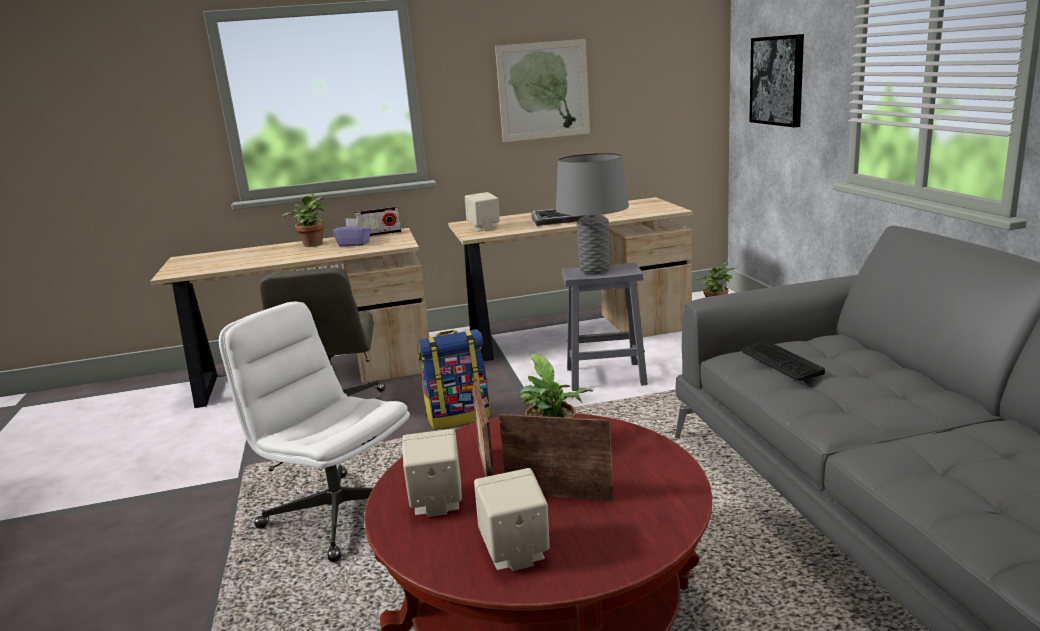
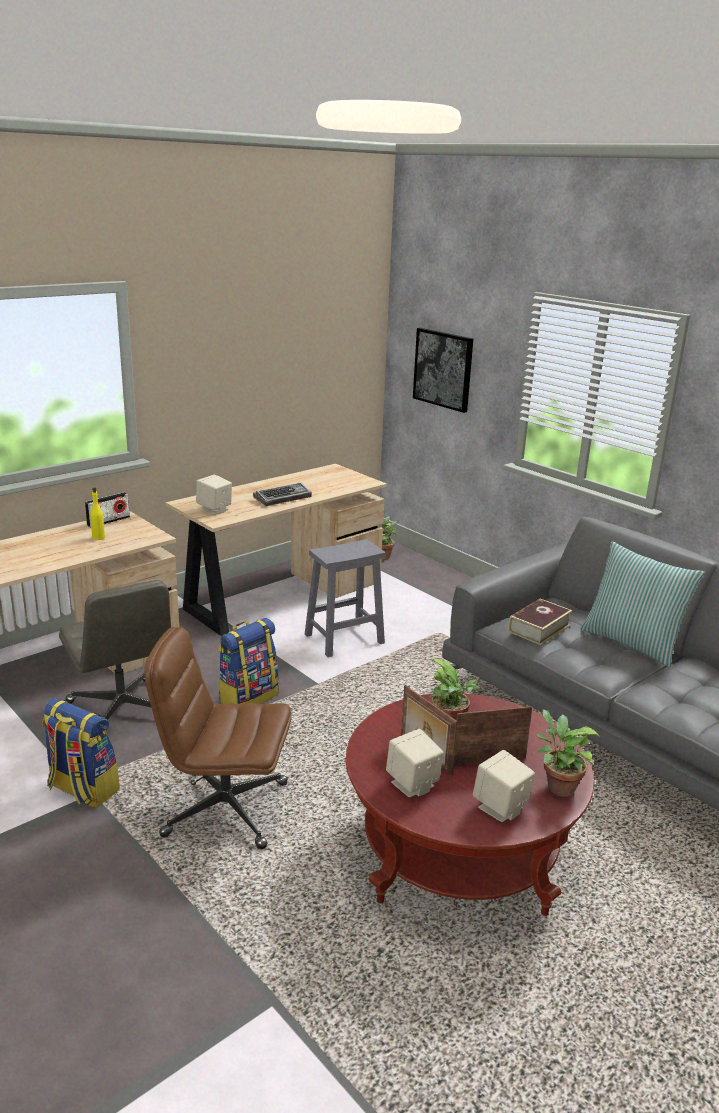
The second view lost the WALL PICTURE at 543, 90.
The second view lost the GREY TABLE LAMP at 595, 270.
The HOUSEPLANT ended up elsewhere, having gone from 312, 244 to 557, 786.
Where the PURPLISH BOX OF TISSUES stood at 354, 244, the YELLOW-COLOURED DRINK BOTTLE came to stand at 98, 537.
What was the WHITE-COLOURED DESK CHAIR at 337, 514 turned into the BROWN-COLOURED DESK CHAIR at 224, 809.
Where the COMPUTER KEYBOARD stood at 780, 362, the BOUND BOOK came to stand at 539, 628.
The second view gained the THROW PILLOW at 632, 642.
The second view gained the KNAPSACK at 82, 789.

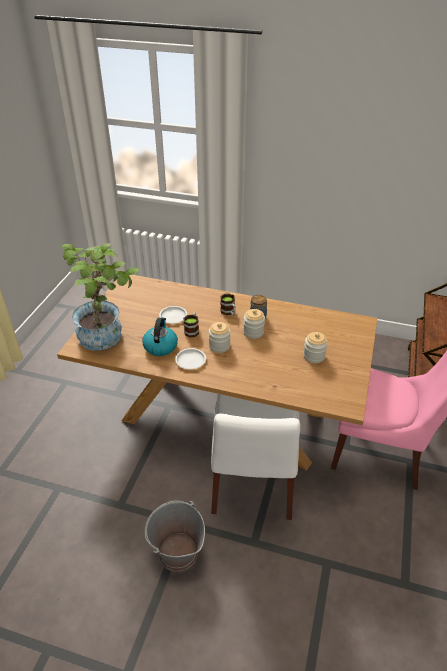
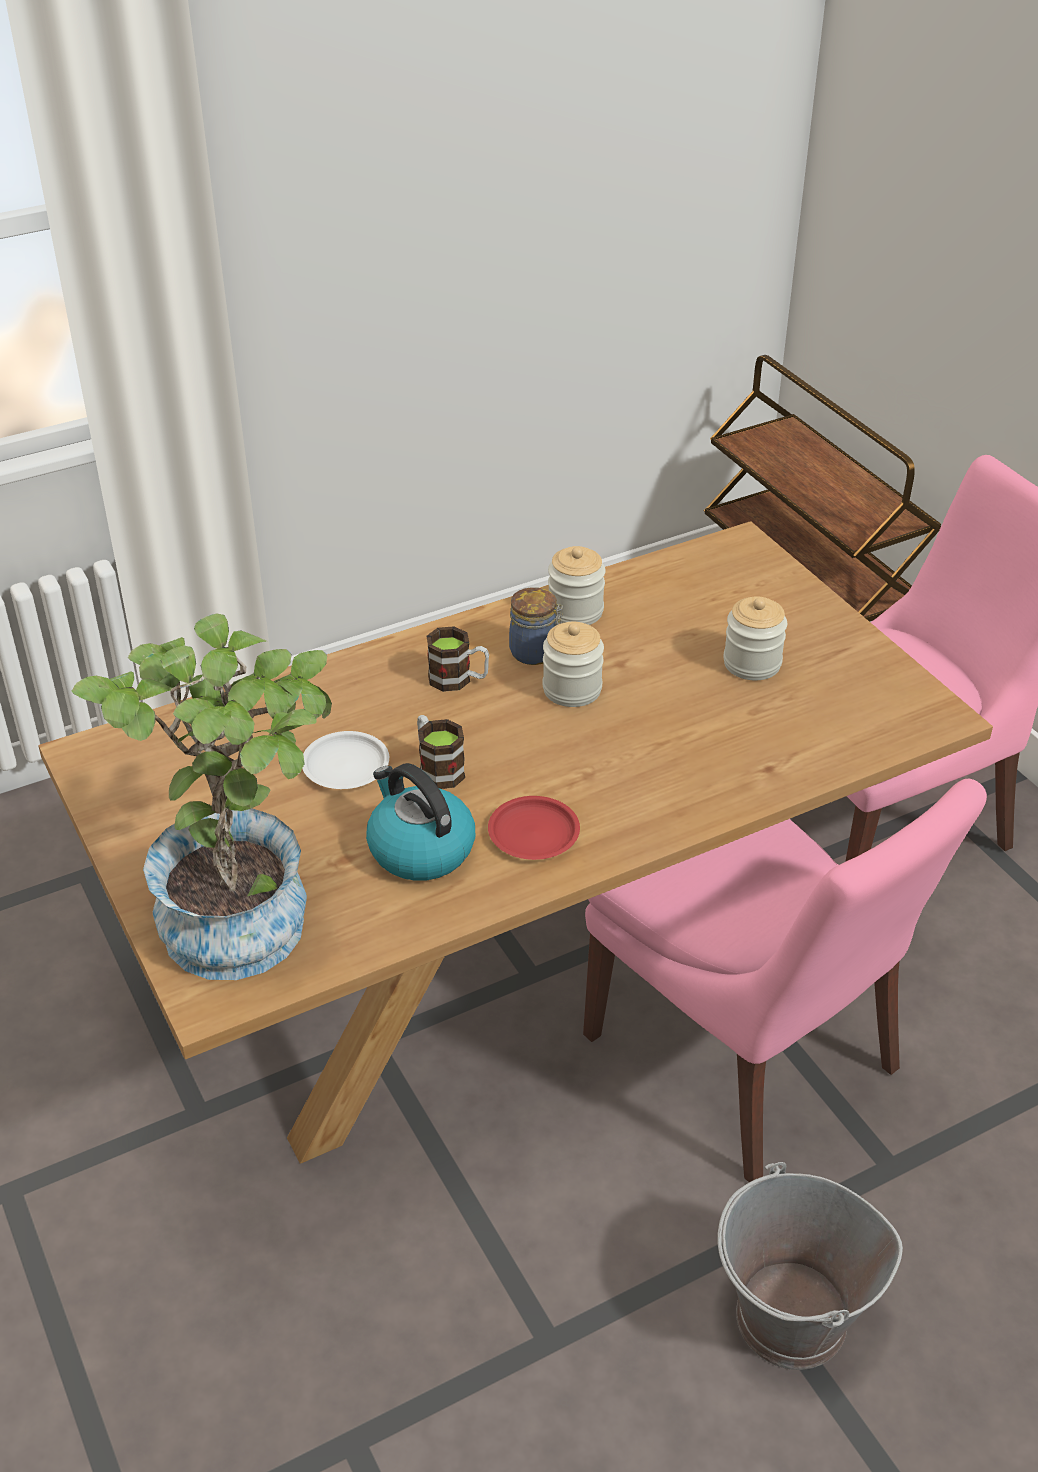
The PRESERVE JAR ended up elsewhere, having gone from 219, 346 to 575, 611.
What was the WHITE-COLOURED FLAT DISH at 191, 360 turned into the RED-COLOURED FLAT DISH at 534, 833.
What was the WHITE-COLOURED PLAIN CHAIR at 252, 483 turned into the PINK PLAIN CHAIR at 748, 1060.

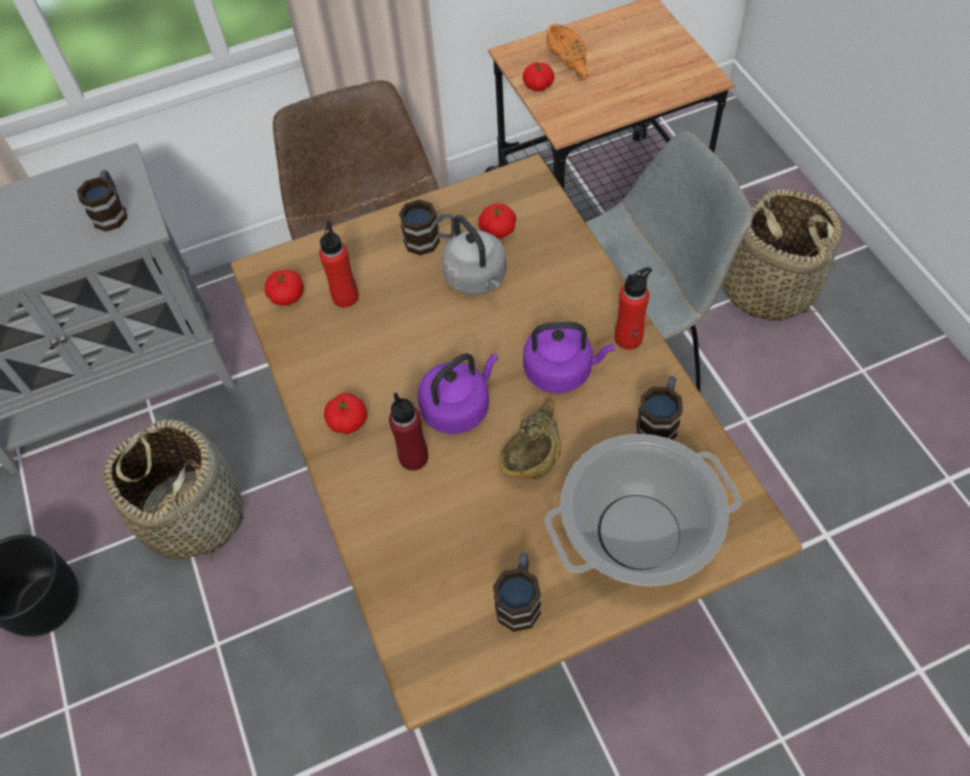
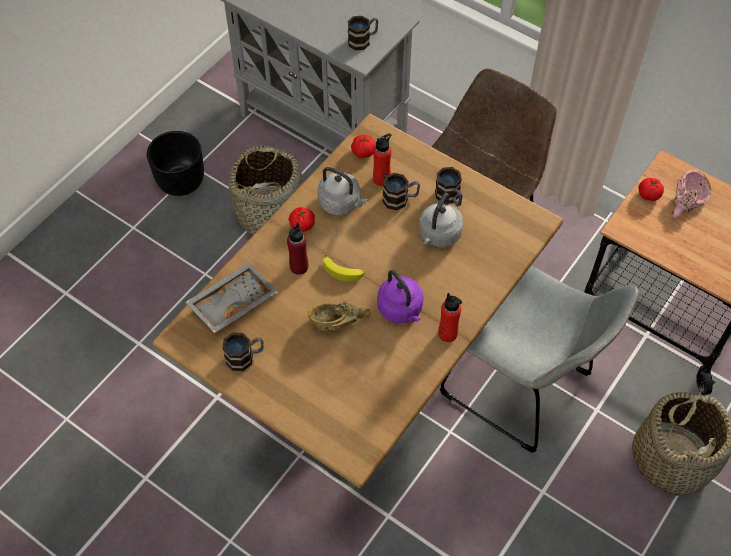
What was the ORANGEY DEEP DISH at 572, 63 turned into the PINK DEEP DISH at 687, 203.
The second view lost the TOMATO at 498, 230.
Where the PURPLISH KETTLE stood at 458, 407, the BANANA came to stand at 343, 271.
The MUG ended up elsewhere, having gone from 659, 420 to 400, 199.
The second view lost the SAUCEPOT at 637, 534.
The second view gained the GREY KETTLE at 341, 203.
The second view gained the GREY CARRYING TRAY at 232, 302.

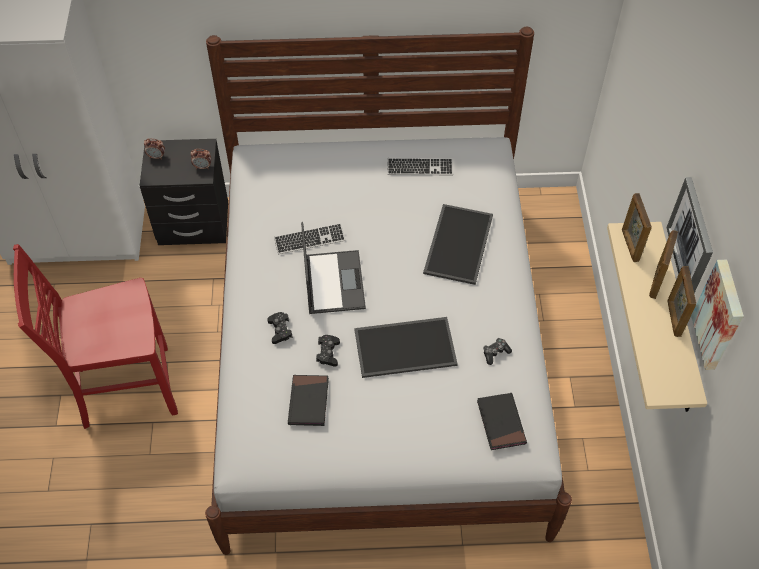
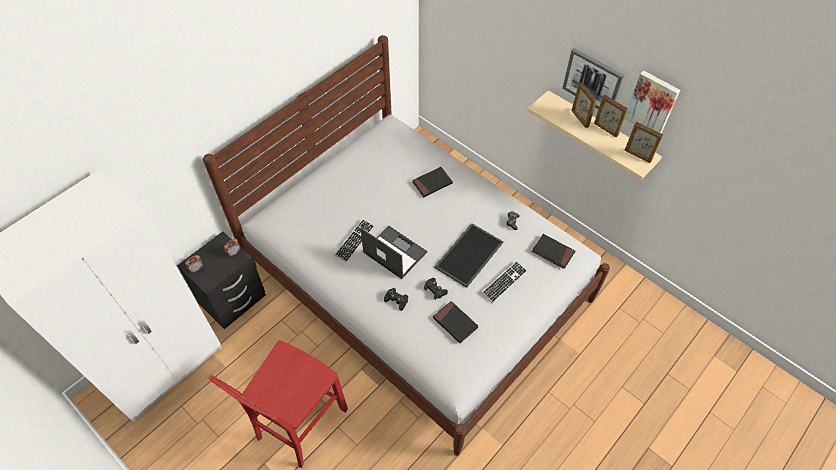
The COMPUTER KEYBOARD ended up elsewhere, having gone from 420, 168 to 504, 282.
The PICTURE FRAME ended up elsewhere, having gone from 629, 245 to 637, 156.
Where the CARRYING TRAY stood at 457, 243, the BLACKISH BOUND BOOK came to stand at 432, 183.

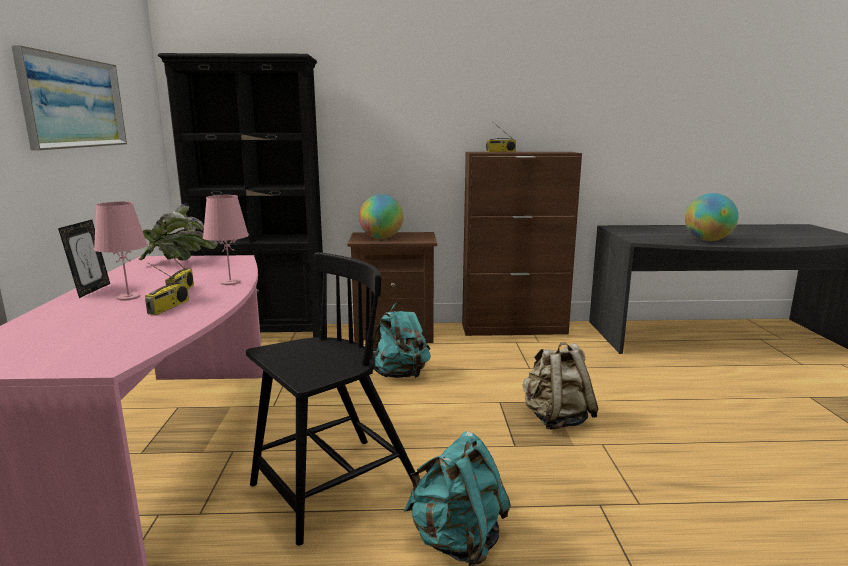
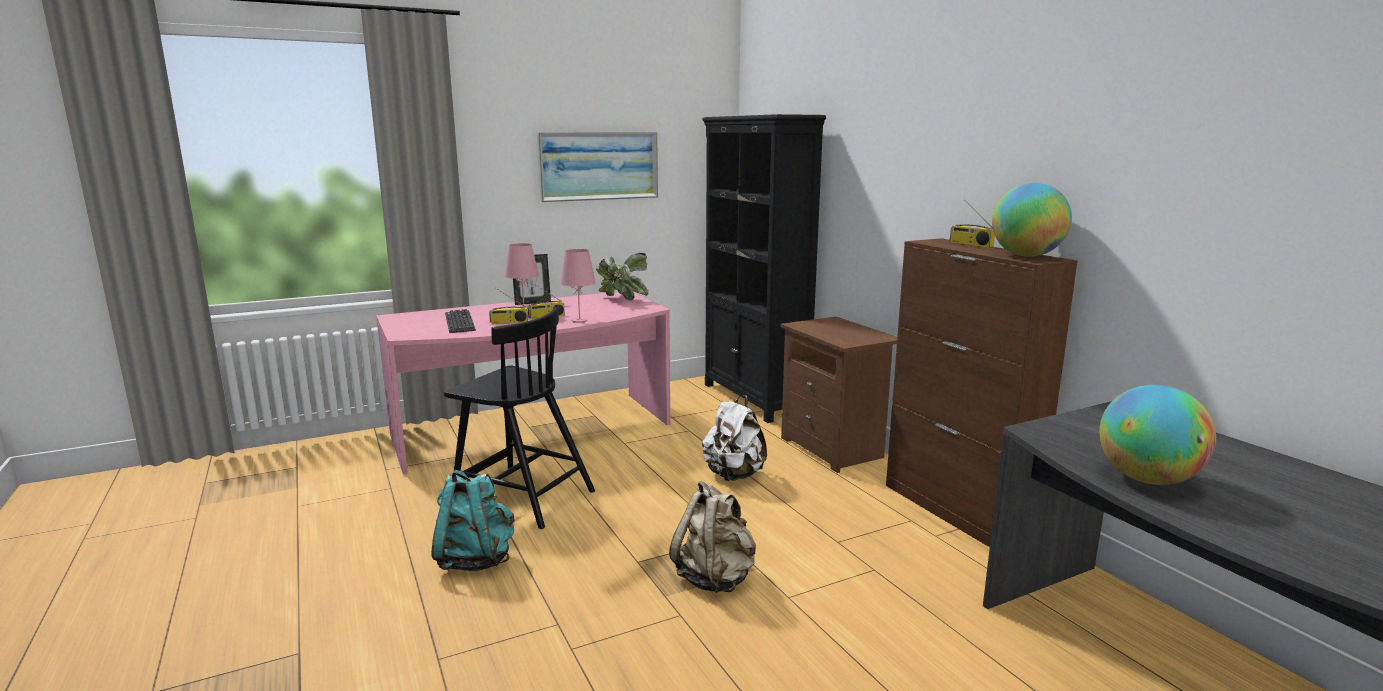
The GLOBE ended up elsewhere, having gone from 381, 238 to 1026, 256.
What was the TURQUOISE KNAPSACK at 400, 375 turned into the WHITE-COLOURED KNAPSACK at 734, 475.
The second view gained the COMPUTER KEYBOARD at 459, 322.

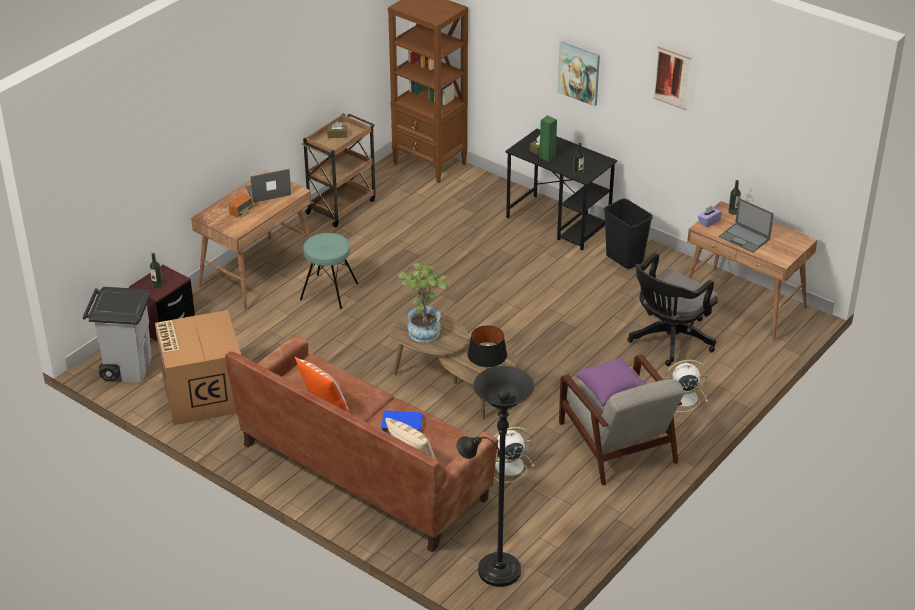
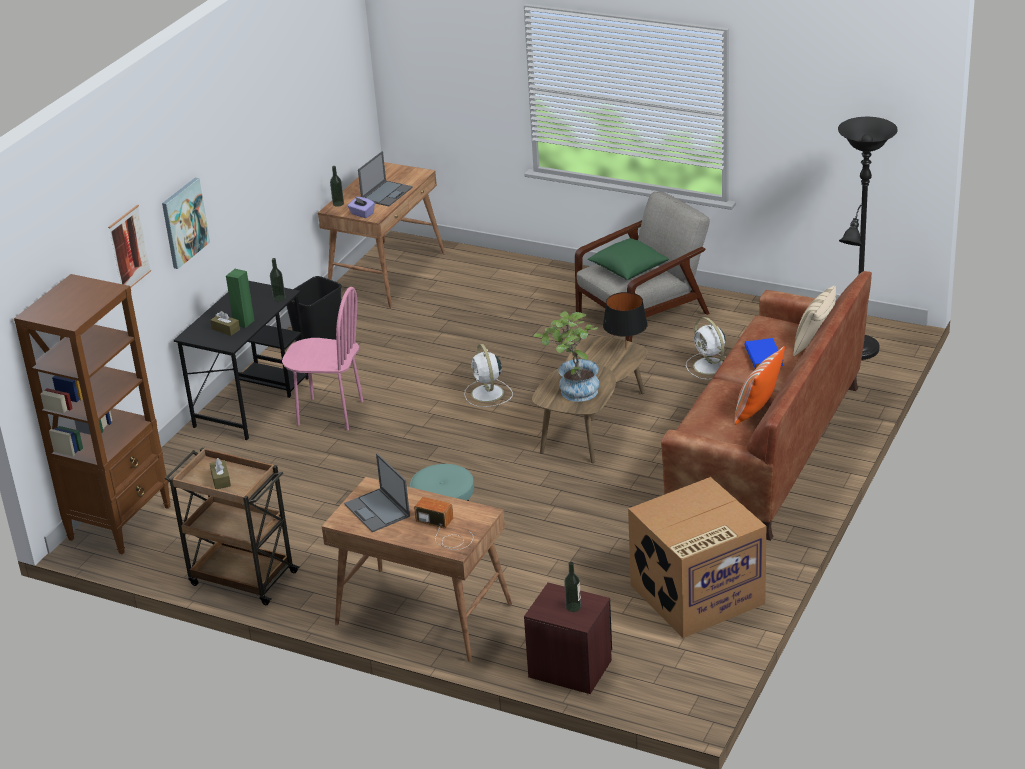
The WALL PICTURE ended up elsewhere, having gone from 672, 78 to 129, 249.
The second view lost the BLACKISH DESK CHAIR at 668, 341.
The second view lost the GREY WASTE BIN at 127, 367.
What was the PURPLISH THROW PILLOW at 611, 390 turned into the GREEN THROW PILLOW at 628, 270.
The WHITE-COLOURED COOLING FAN ended up elsewhere, having gone from 682, 398 to 488, 394.
The second view gained the PINK PLAIN CHAIR at 330, 413.

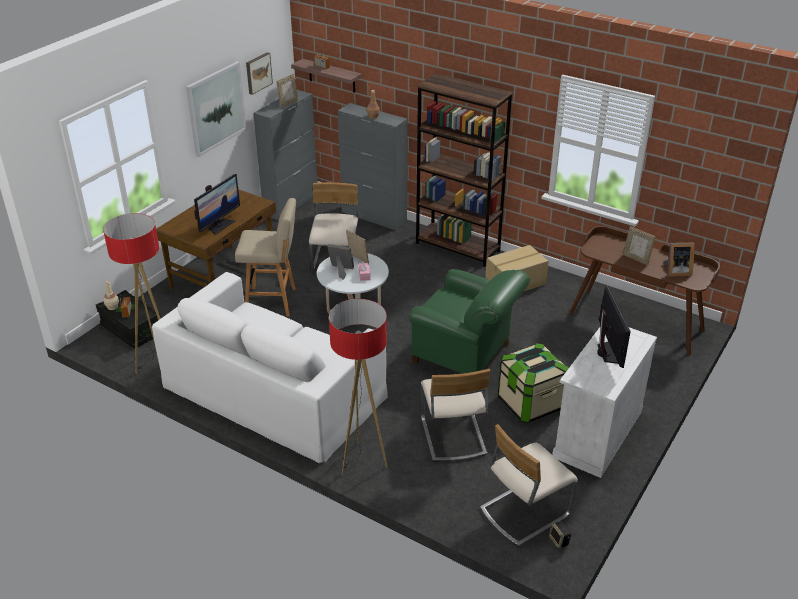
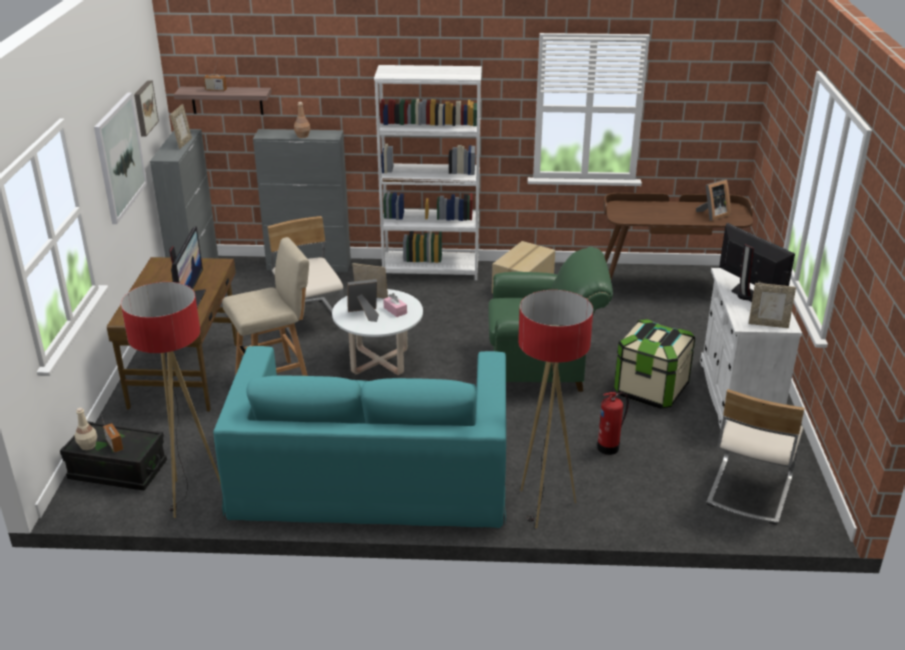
What was the BROWN-COLOURED SHELVING UNIT at 458, 247 turned into the WHITE-COLOURED SHELVING UNIT at 431, 270.
The PICTURE FRAME ended up elsewhere, having gone from 636, 259 to 768, 324.
What was the WHITE-COLOURED COUCH at 273, 391 turned into the TURQUOISE COUCH at 371, 473.
Where the SAND-COLOURED PLAIN CHAIR stood at 452, 436, the FIRE EXTINGUISHER came to stand at 609, 447.
The second view lost the LOUDSPEAKER at 559, 541.

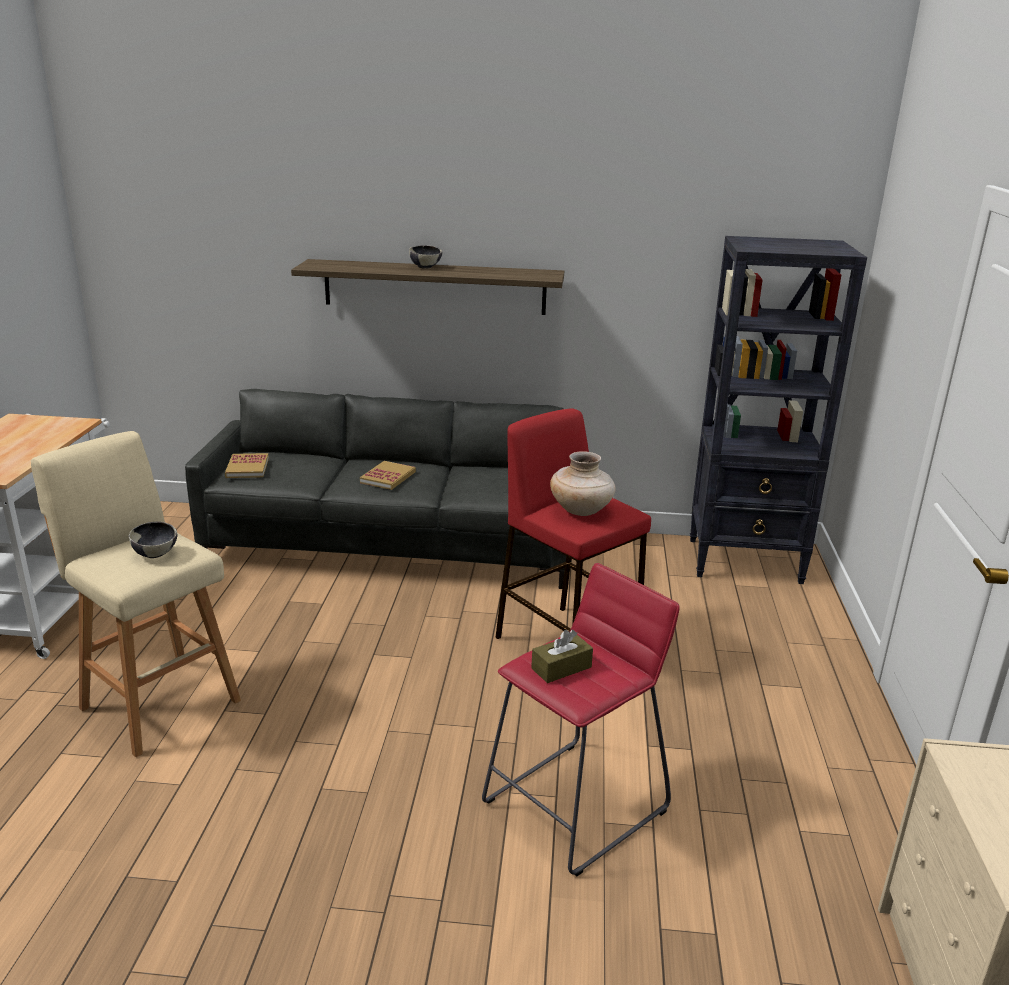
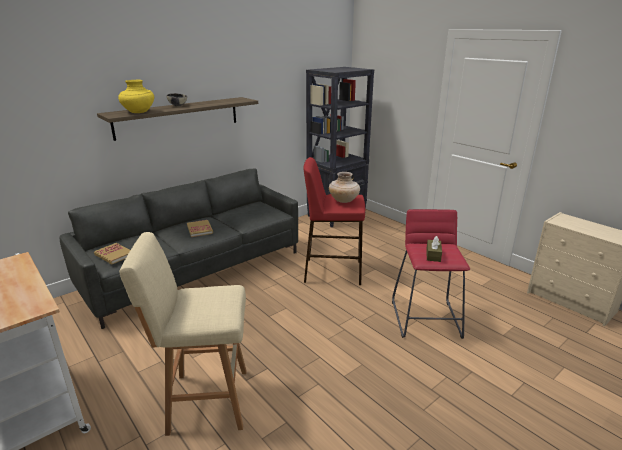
The second view lost the DEEP DISH at 155, 554.
The second view gained the YELLOW-COLOURED DECORATIVE VASE at 138, 112.

